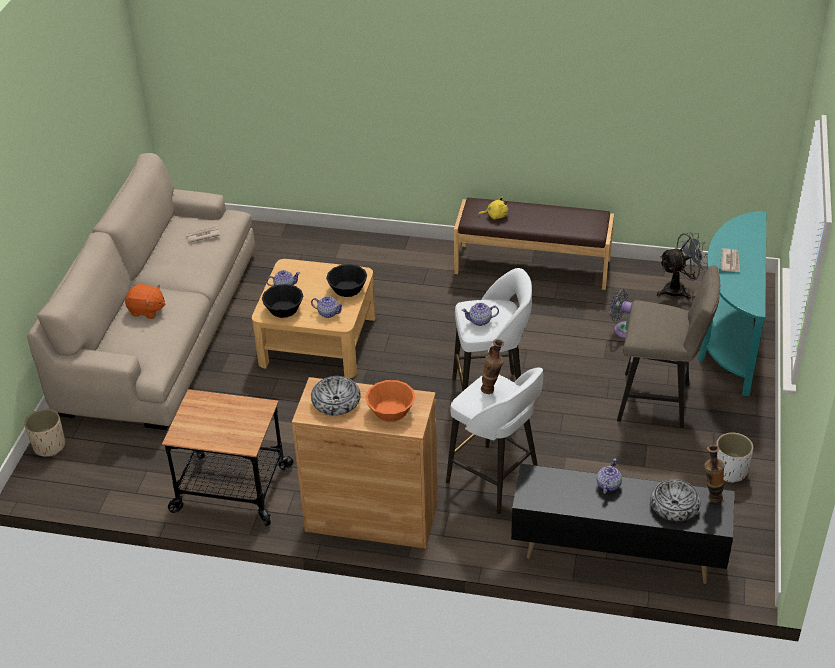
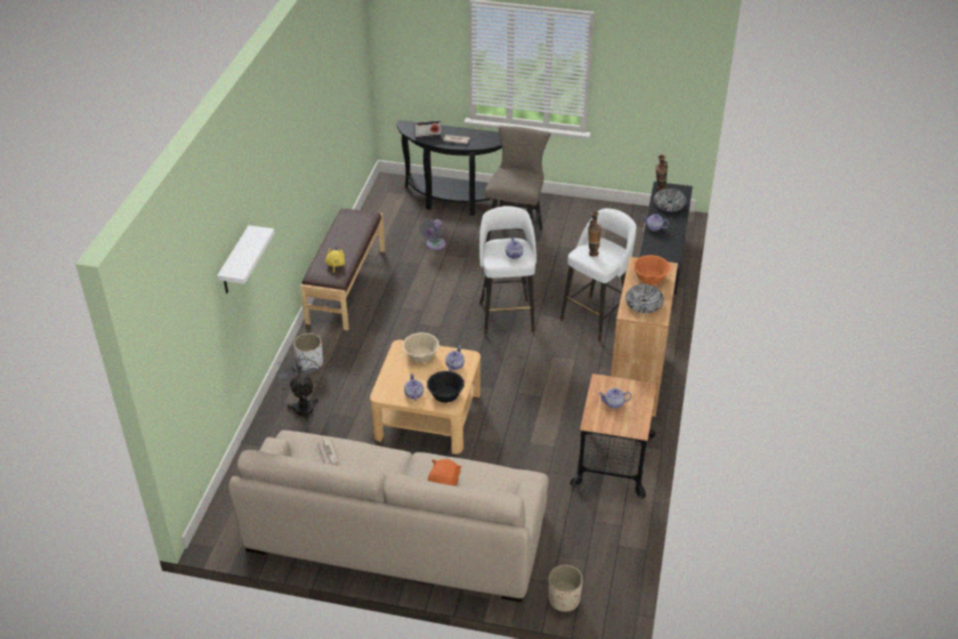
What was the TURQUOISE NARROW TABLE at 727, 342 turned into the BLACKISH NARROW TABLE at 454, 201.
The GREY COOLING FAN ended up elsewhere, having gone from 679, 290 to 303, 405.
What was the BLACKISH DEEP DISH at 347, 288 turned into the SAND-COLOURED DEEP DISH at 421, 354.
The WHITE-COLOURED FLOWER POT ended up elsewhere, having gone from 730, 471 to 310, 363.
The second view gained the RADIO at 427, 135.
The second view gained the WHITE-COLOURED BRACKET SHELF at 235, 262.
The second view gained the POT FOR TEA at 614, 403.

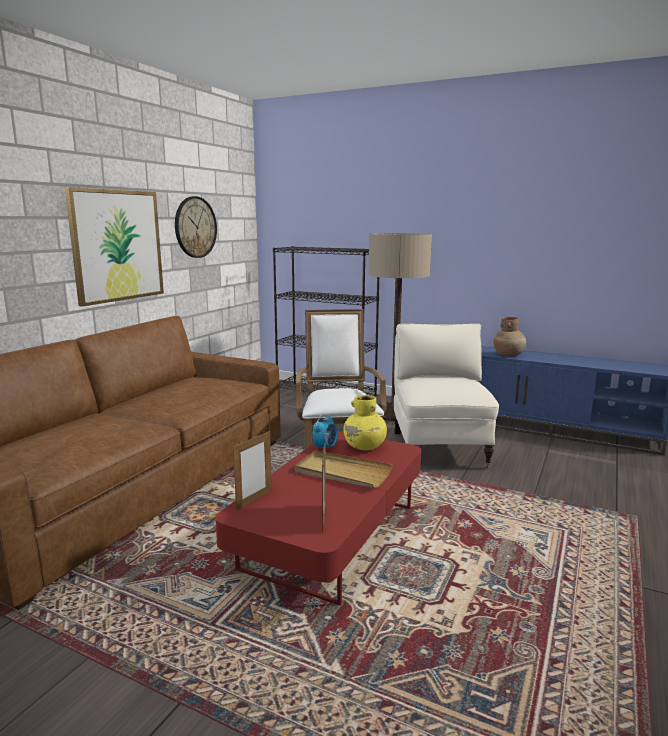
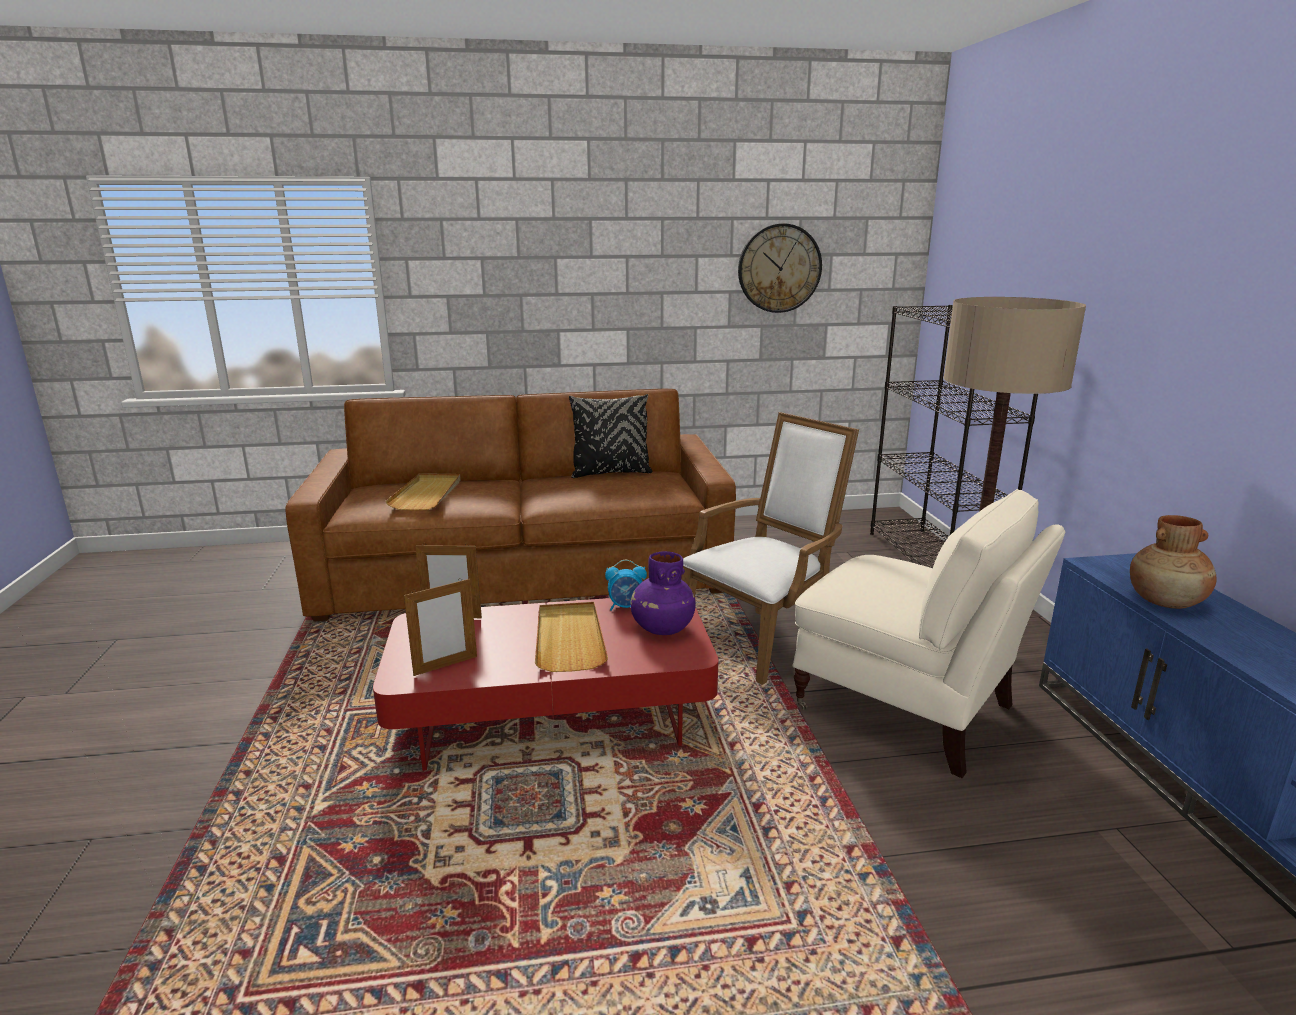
The second view lost the WALL PICTURE at 117, 245.
The SAND-COLOURED EASY CHAIR at 439, 448 ended up facing another way, 75 degrees clockwise from before.
What was the YELLOW-COLOURED DECORATIVE VASE at 364, 447 turned into the PURPLISH DECORATIVE VASE at 662, 628.
The second view gained the BLACKISH THROW PILLOW at 611, 473.
The second view gained the SAND-COLOURED CARRYING TRAY at 427, 494.

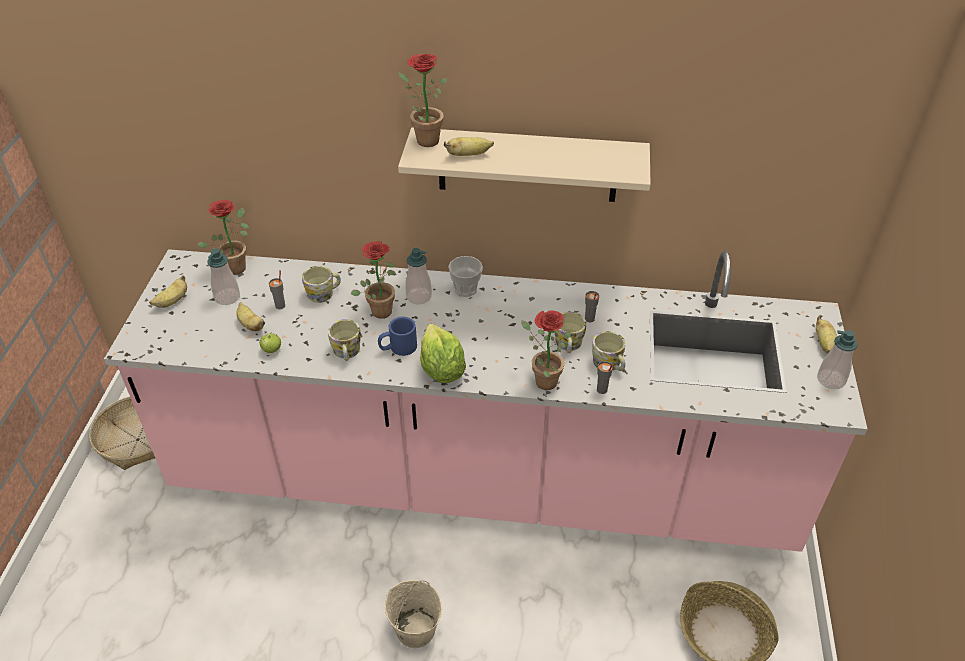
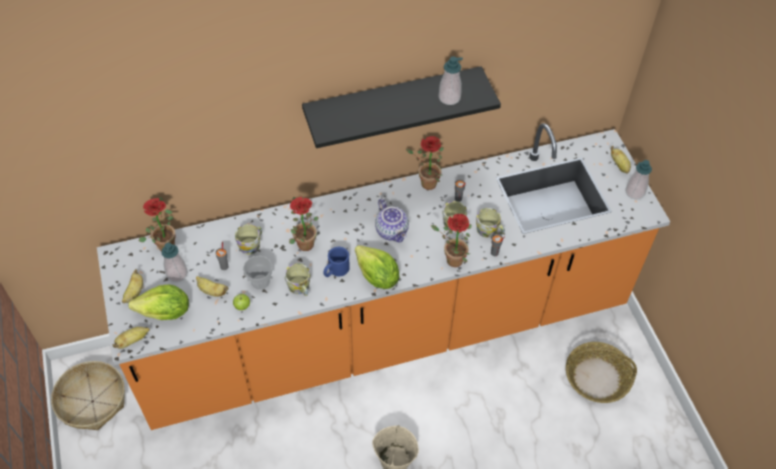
The HOUSEPLANT ended up elsewhere, having gone from 423, 140 to 425, 183.
What was the SAND-COLOURED BRACKET SHELF at 527, 165 turned into the BLACKISH BRACKET SHELF at 392, 104.
The BANANA ended up elsewhere, having gone from 468, 155 to 132, 341.
The SOAP BOTTLE ended up elsewhere, having gone from 419, 297 to 449, 97.
What was the PINK KITCHEN BASE UNIT at 482, 481 turned into the ORANGEY KITCHEN BASE UNIT at 385, 332.
The SMALL CUP ended up elsewhere, having gone from 465, 289 to 260, 281.
The second view gained the POT FOR TEA at 392, 231.
The second view gained the HEAD OF LETTUCE at 165, 313.

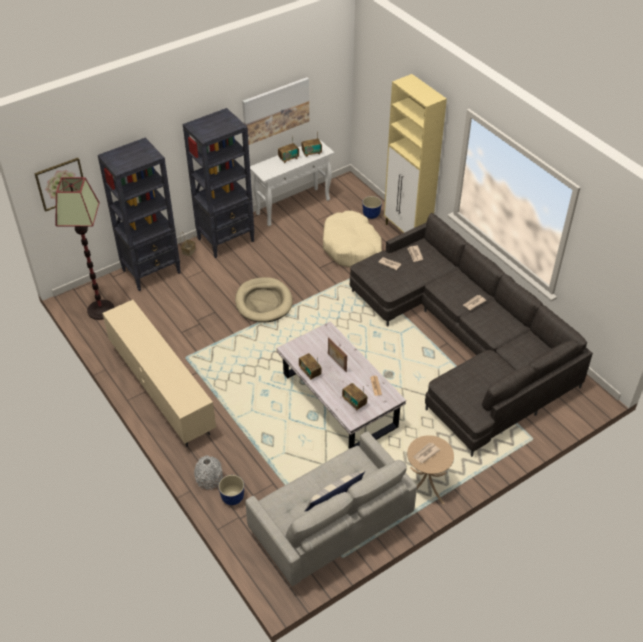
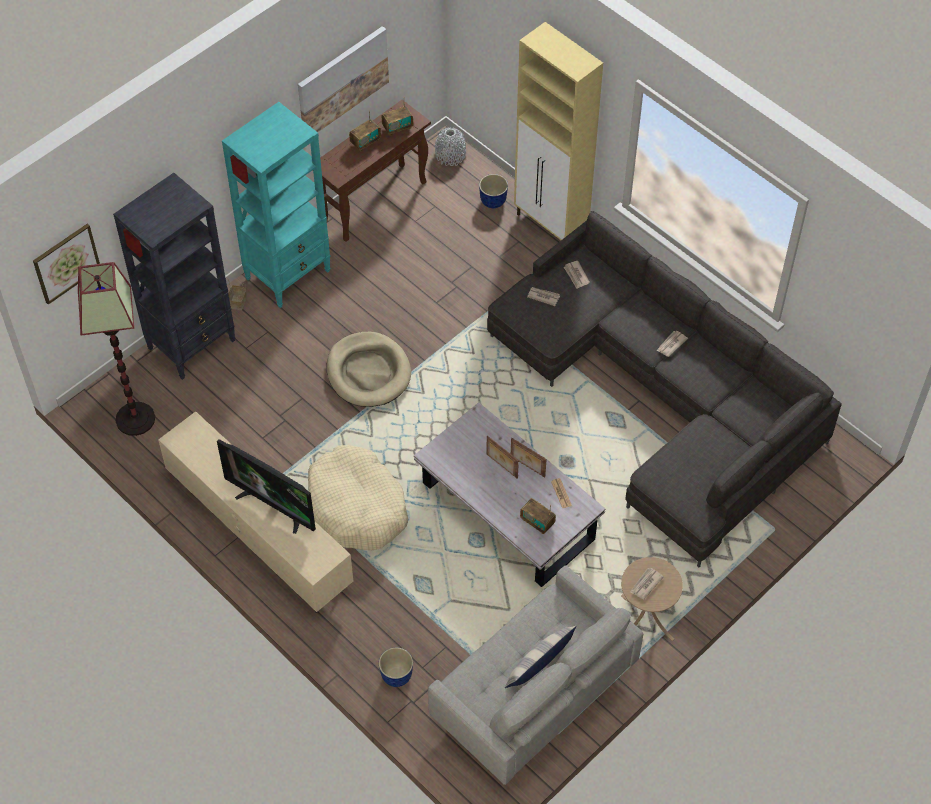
What was the BLACKISH SHELVING UNIT at 226, 240 turned into the TURQUOISE SHELVING UNIT at 288, 274.
What was the WHITE-COLOURED NARROW TABLE at 293, 206 turned into the BROWN-COLOURED NARROW TABLE at 374, 201.
The SAND-COLOURED DOG BED ended up elsewhere, having gone from 352, 247 to 357, 507.
The second view lost the RADIO at 310, 372.
The GREY DECORATIVE VASE ended up elsewhere, having gone from 209, 478 to 450, 155.
The second view gained the PICTURE FRAME at 527, 467.
The second view gained the TV at 273, 505.

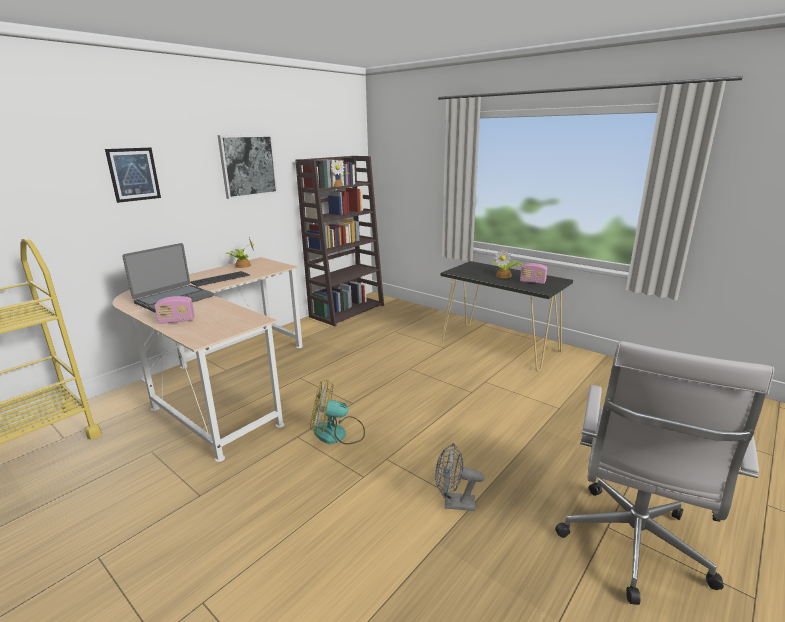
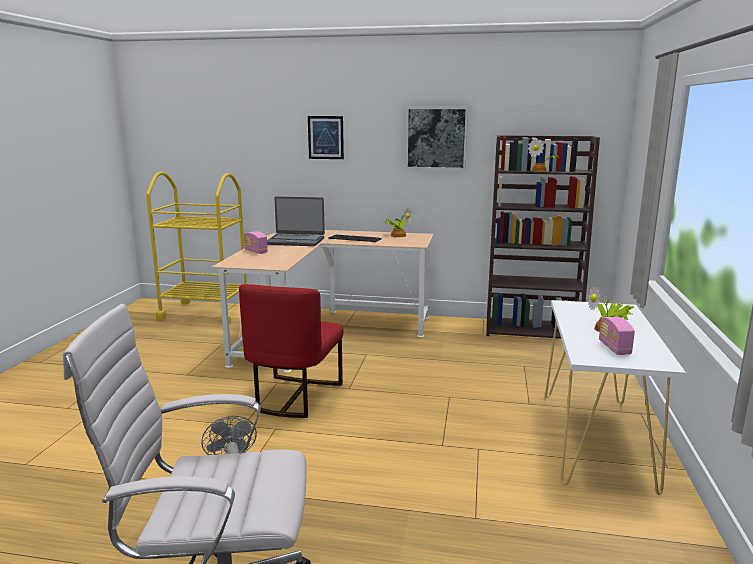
What was the BLACKISH NARROW TABLE at 500, 345 turned into the WHITE-COLOURED NARROW TABLE at 595, 439.
Where the COOLING FAN stood at 338, 434, the RED-COLOURED PLAIN CHAIR came to stand at 295, 397.

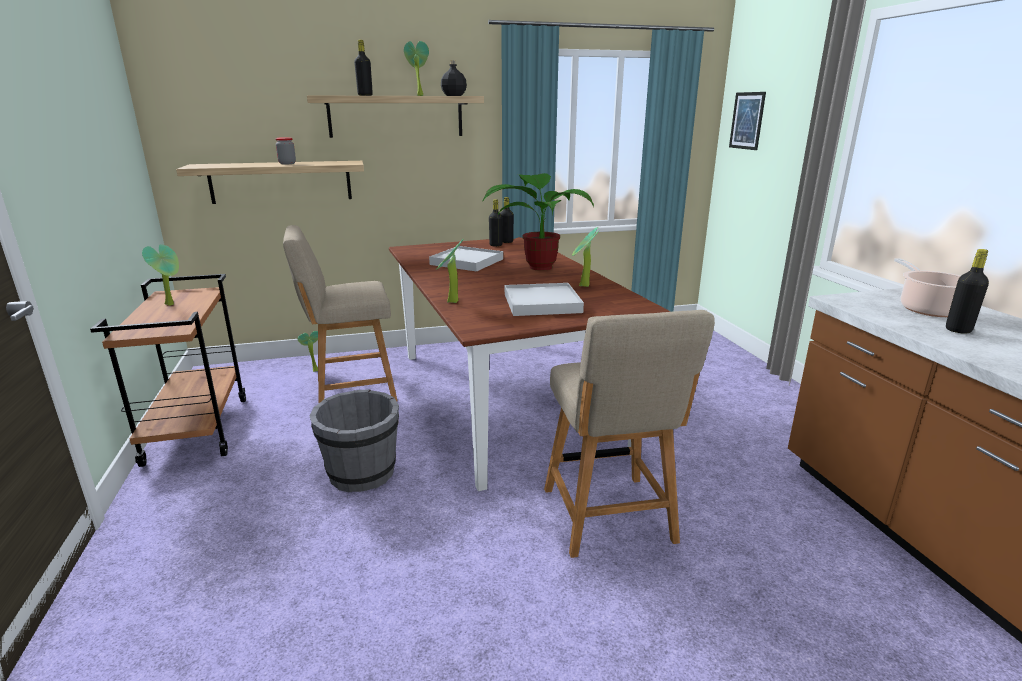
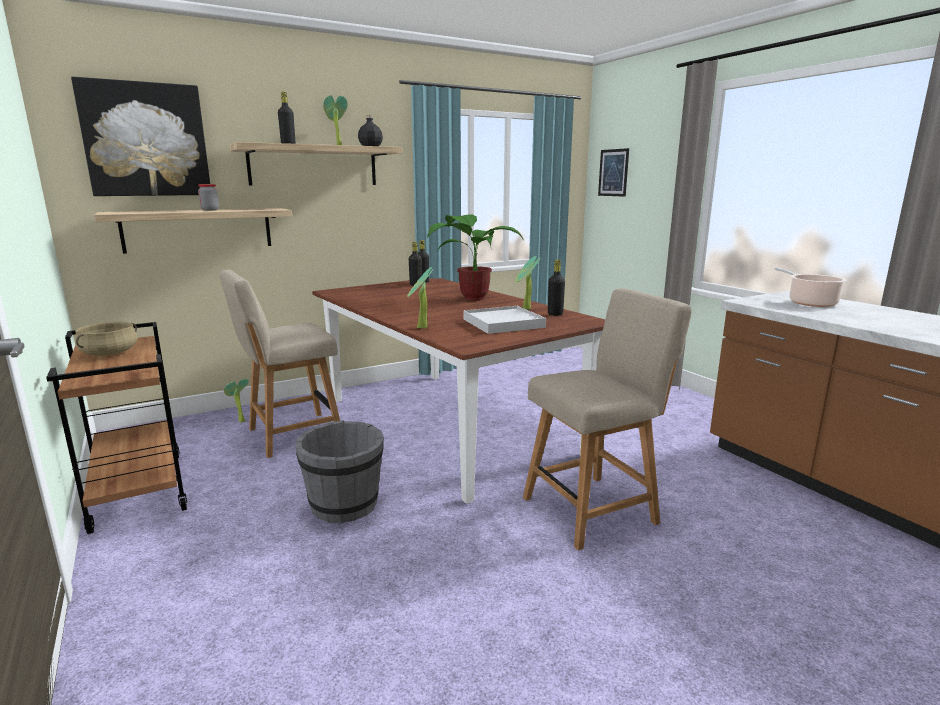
Where the HOUSEPLANT stood at 172, 304, the SAND-COLOURED SAUCEPOT came to stand at 110, 353.
The second view lost the WHITE-COLOURED CARRYING TRAY at 467, 262.
The BLACKISH DRINK BOTTLE ended up elsewhere, having gone from 958, 330 to 555, 314.
The SAND-COLOURED PLAIN CHAIR at 610, 519 ended up facing another way, 90 degrees counterclockwise from before.
The second view gained the WALL PICTURE at 146, 140.

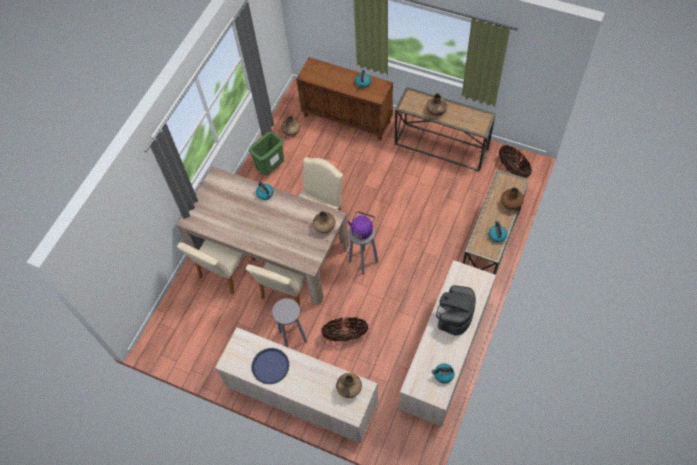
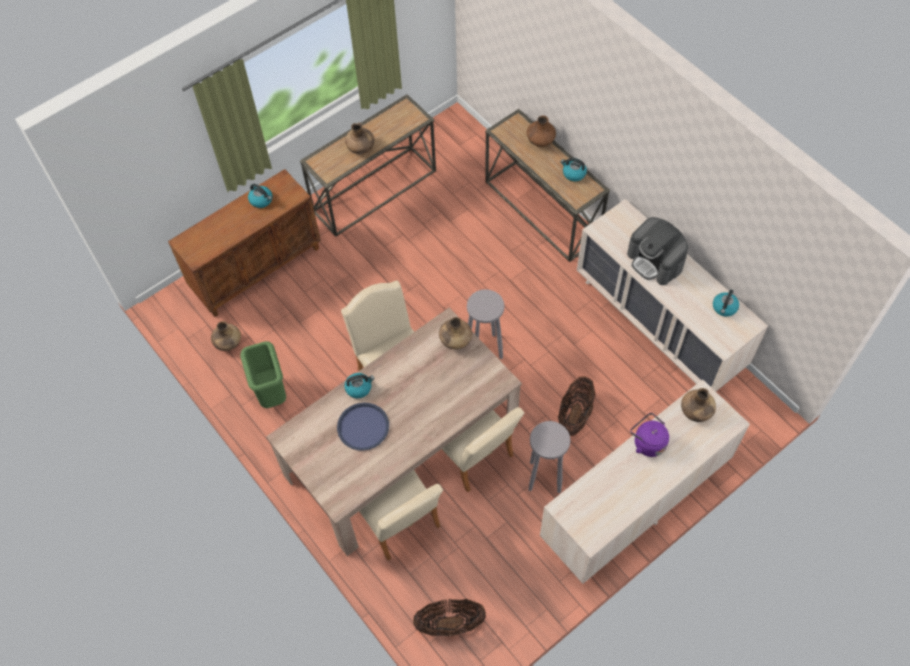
The BASKET ended up elsewhere, having gone from 513, 169 to 450, 623.
The PURPLISH KETTLE ended up elsewhere, having gone from 362, 230 to 647, 442.
The BLUISH CARRYING TRAY ended up elsewhere, having gone from 270, 366 to 363, 427.

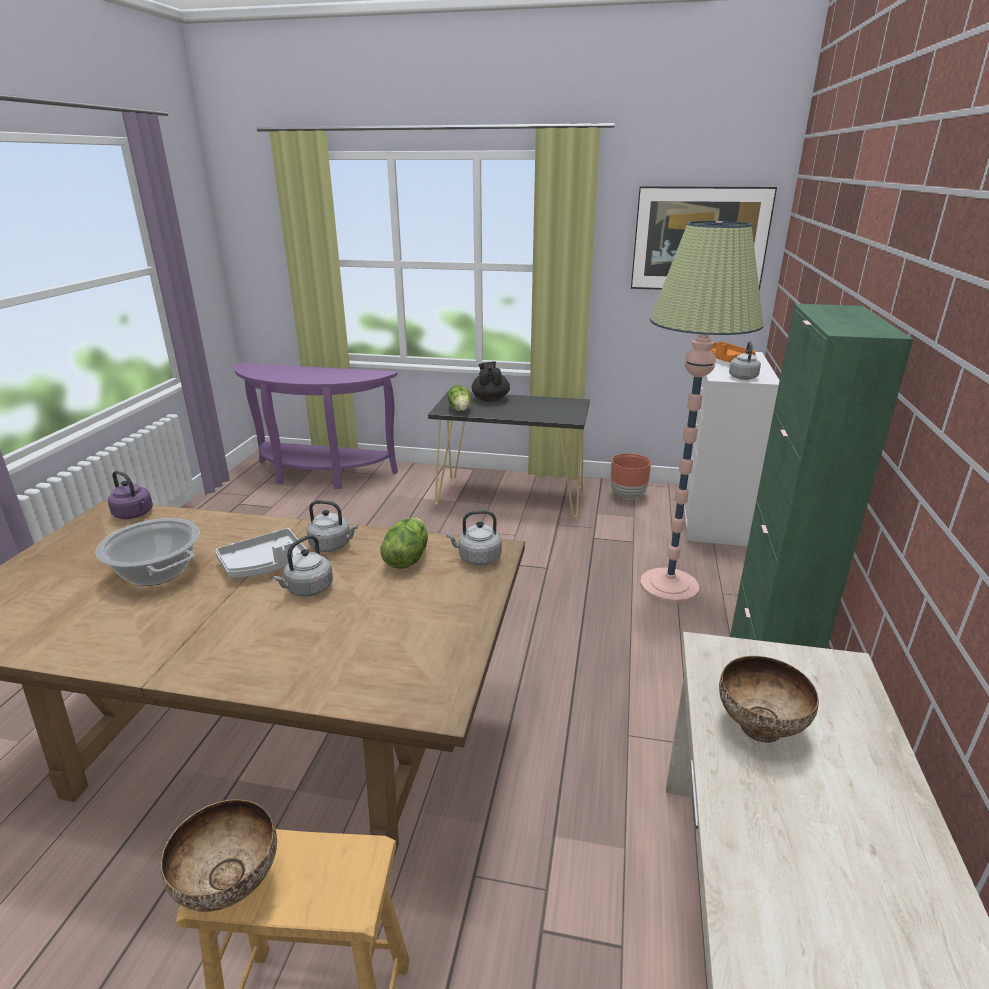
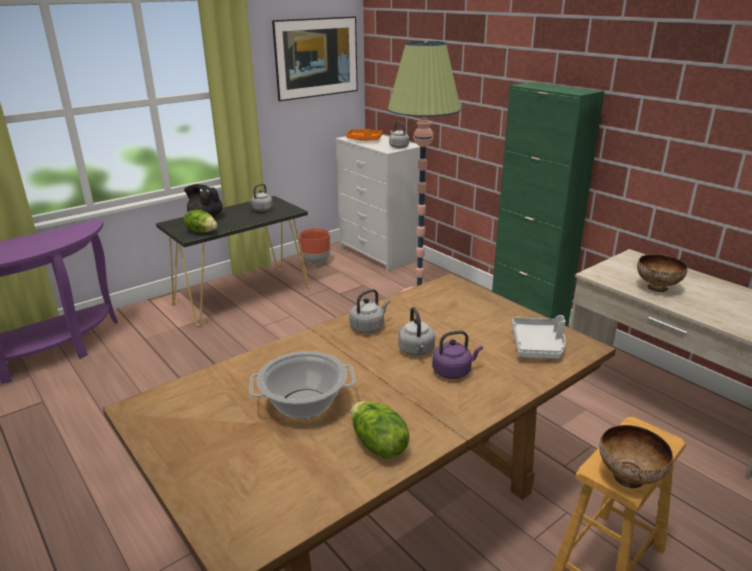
The PURPLISH KETTLE ended up elsewhere, having gone from 135, 514 to 453, 371.
The GREY KETTLE ended up elsewhere, having gone from 477, 558 to 261, 210.
The HEAD OF LETTUCE ended up elsewhere, having gone from 406, 559 to 377, 445.
The GREY CARRYING TRAY ended up elsewhere, having gone from 265, 564 to 538, 346.

